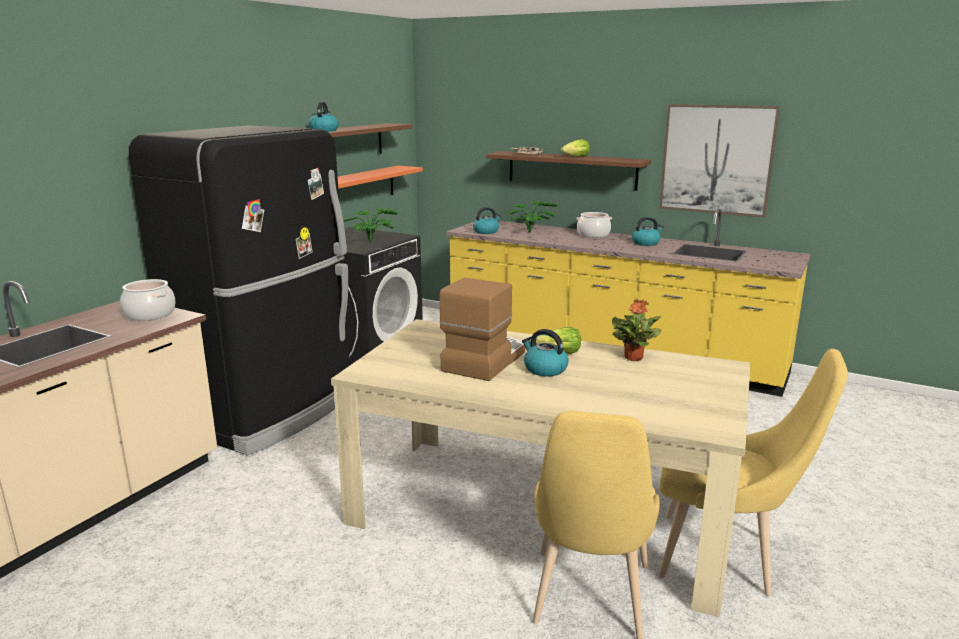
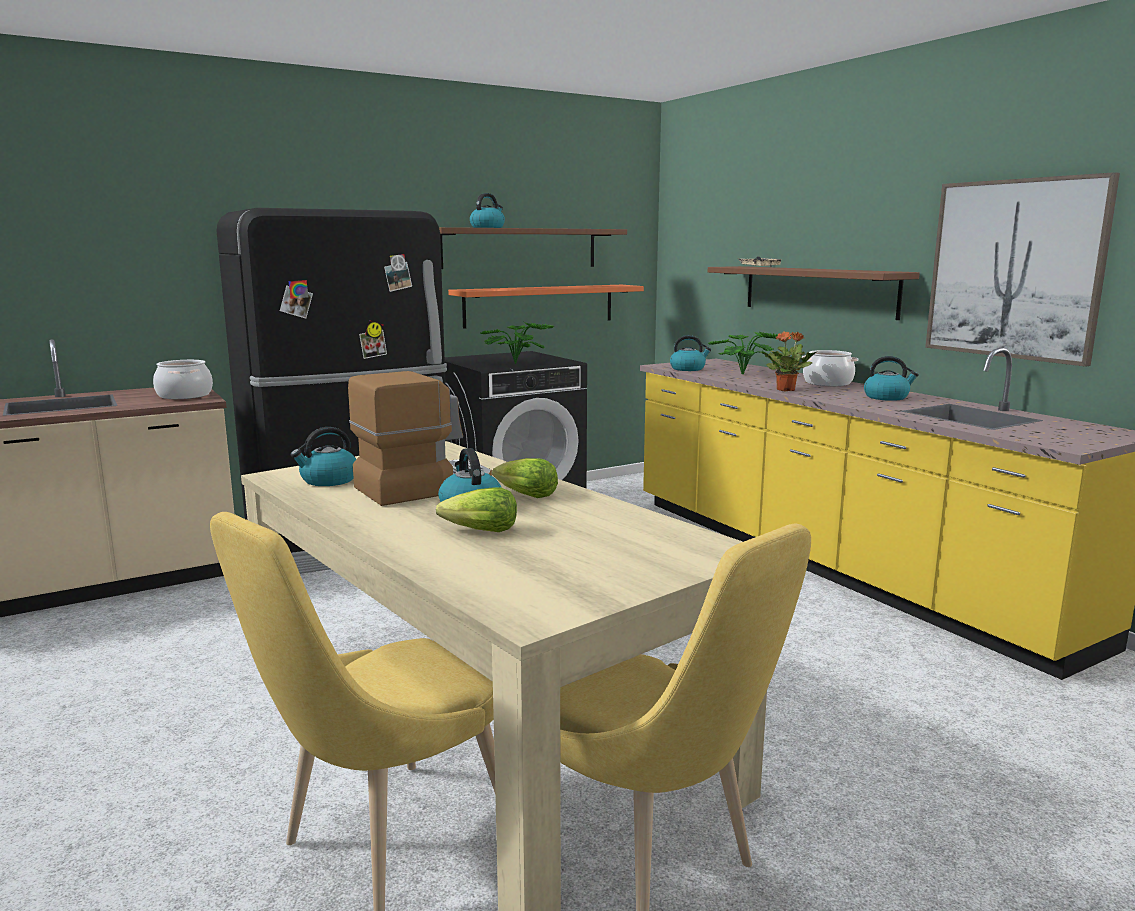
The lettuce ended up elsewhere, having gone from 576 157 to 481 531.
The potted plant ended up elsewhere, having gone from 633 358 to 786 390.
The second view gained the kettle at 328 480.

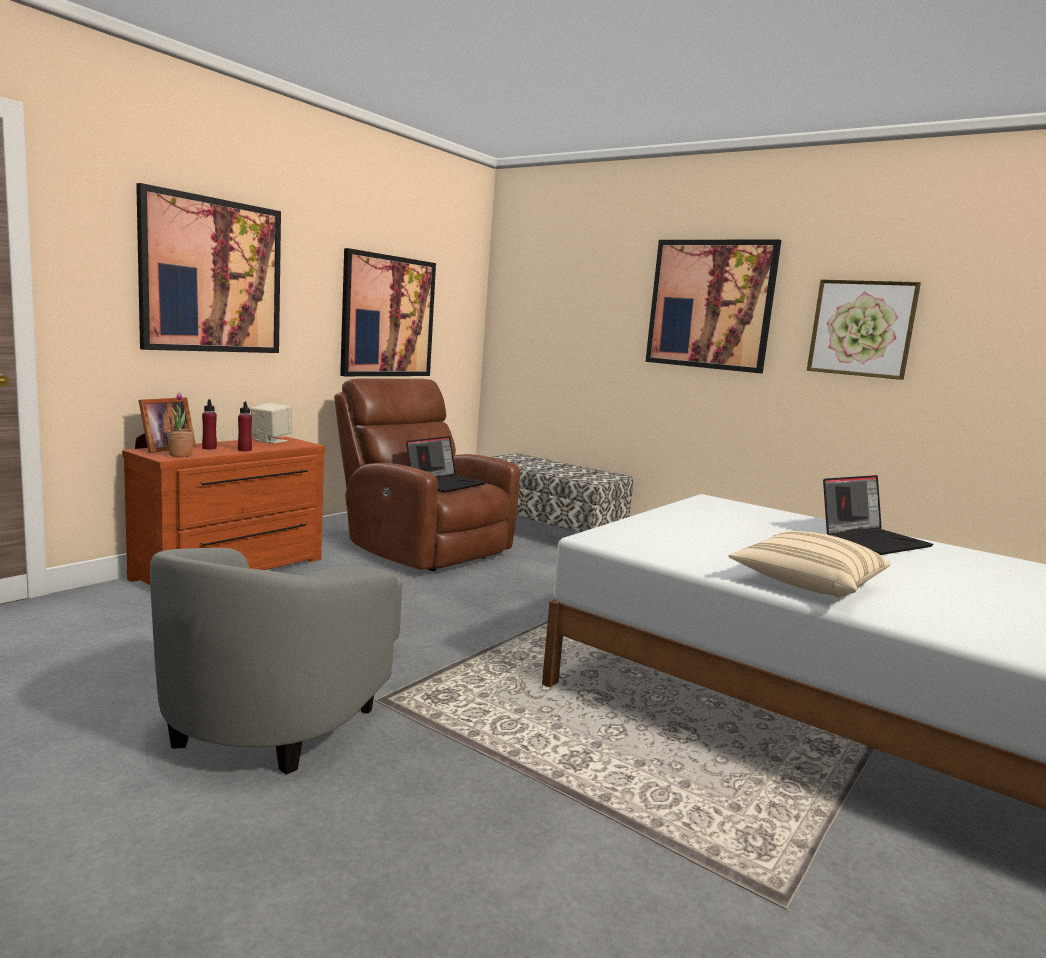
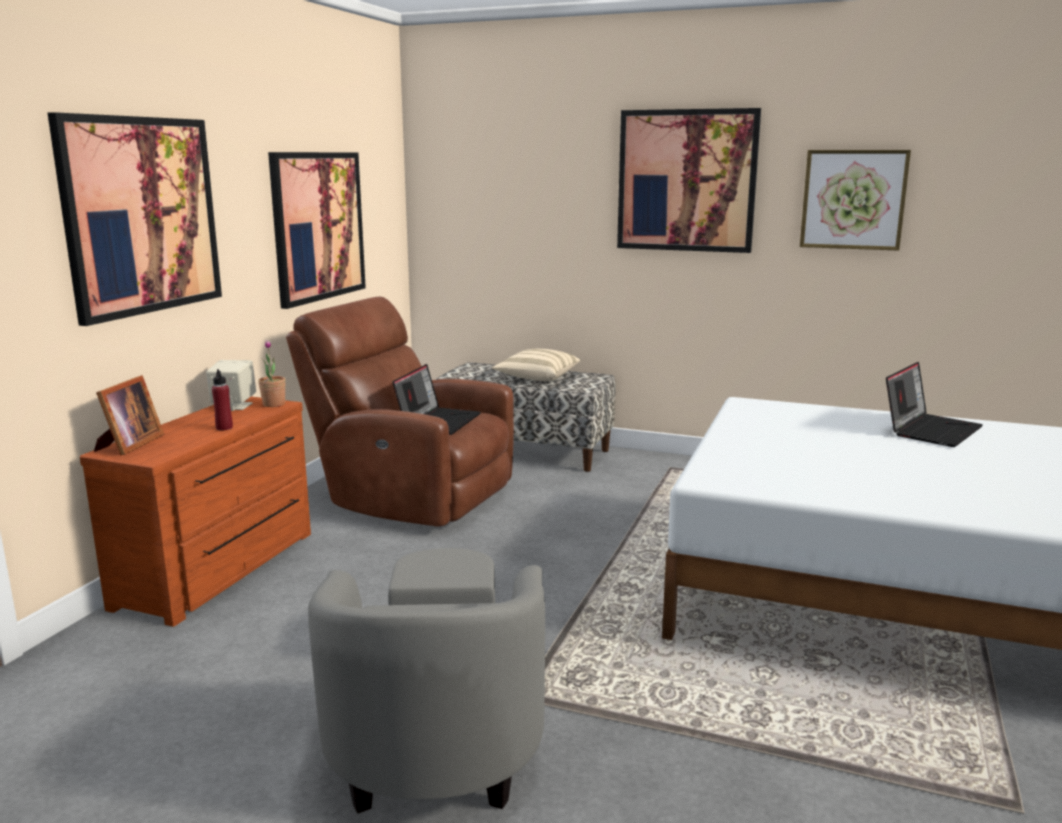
The potted plant ended up elsewhere, having gone from 180 455 to 274 404.
The second view lost the red bottle at 209 448.
The beige pillow ended up elsewhere, having gone from 806 584 to 536 378.

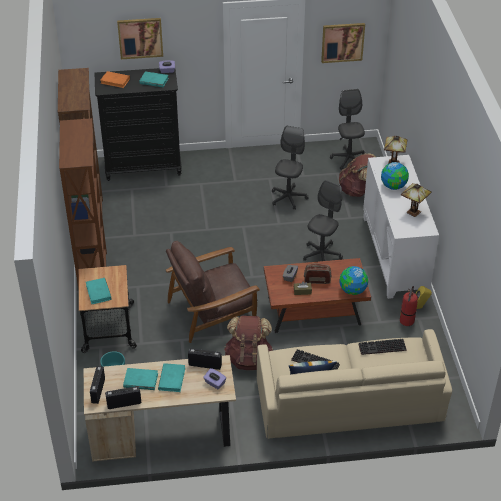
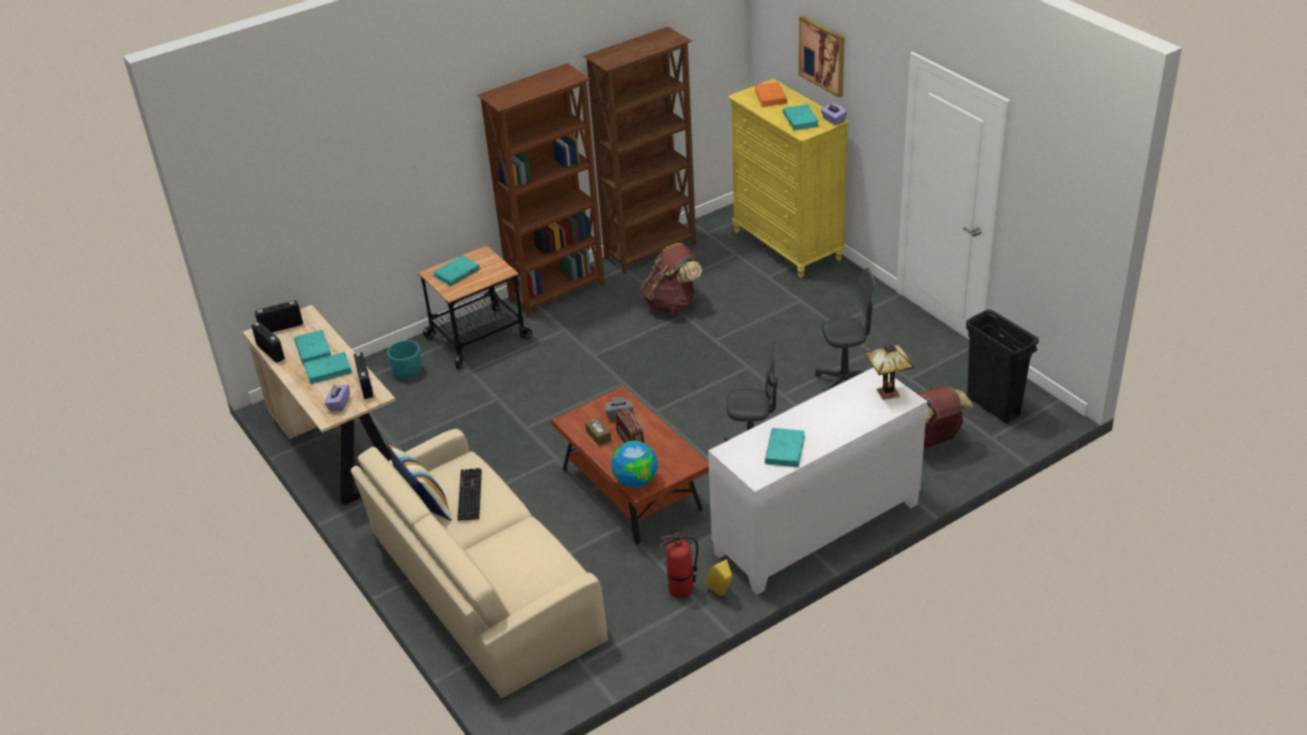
The second view lost the picture at 342 42.
What was the black dresser at 143 167 turned into the yellow dresser at 787 246.
Where the grey office chair stood at 348 159, the black trash can came to stand at 993 407.
The second view lost the globe at 393 186.
Where the table lamp stood at 413 213, the turquoise book came to stand at 785 450.
The second view lost the brown armchair at 212 311.
The brown backpack ended up elsewhere, having gone from 248 358 to 672 304.
The second view lost the keyboard at 381 348.

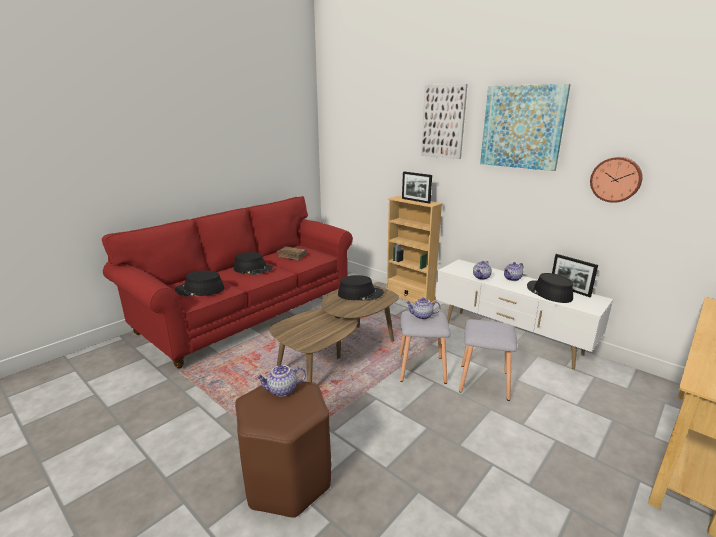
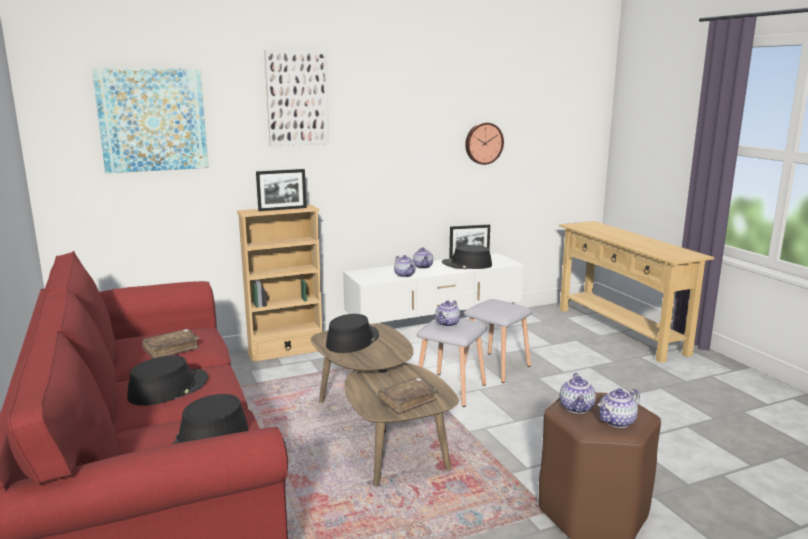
The picture ended up elsewhere, having gone from 522 127 to 152 120.
The second view gained the brown book at 407 401.
The second view gained the teapot at 617 422.

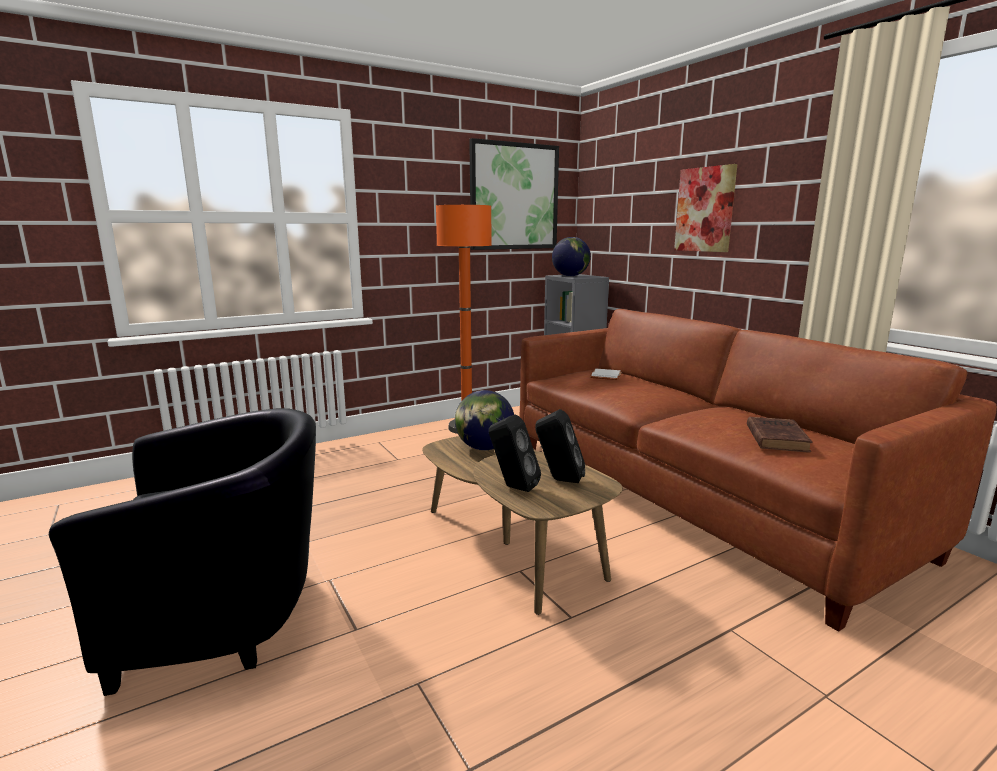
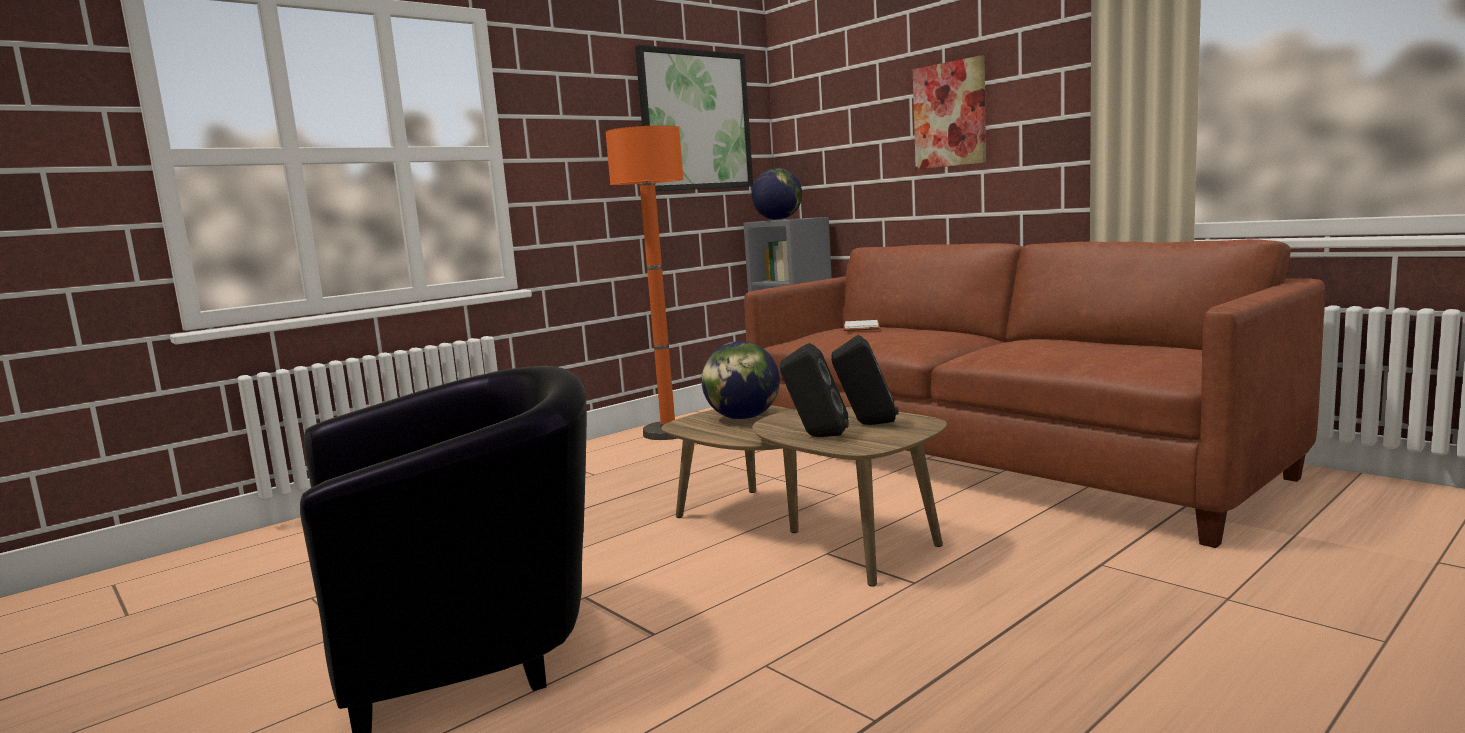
The second view lost the brown book at 776 438.

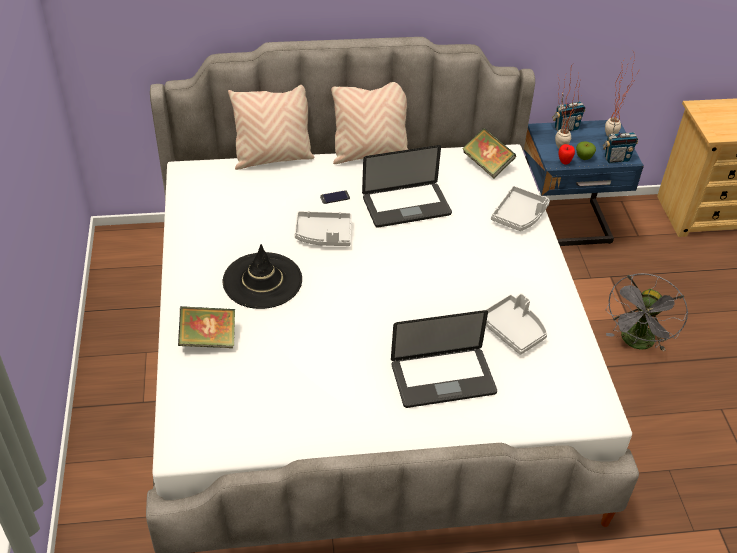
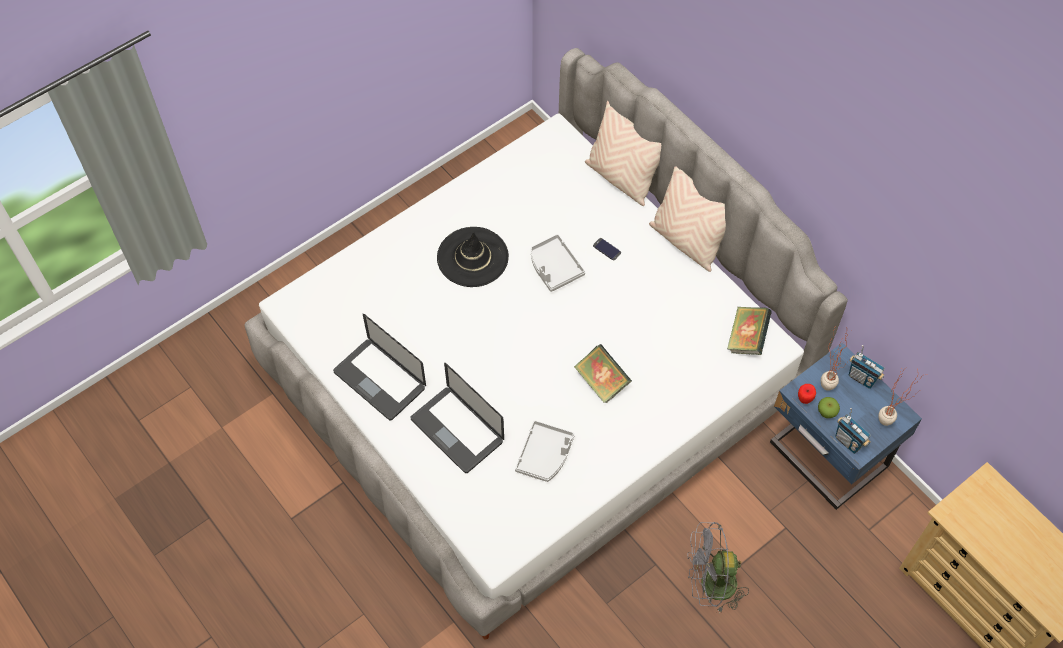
The laptop ended up elsewhere, having gone from 406 206 to 379 380.
The second view lost the grey tray at 519 215.
The book ended up elsewhere, having gone from 208 340 to 602 381.

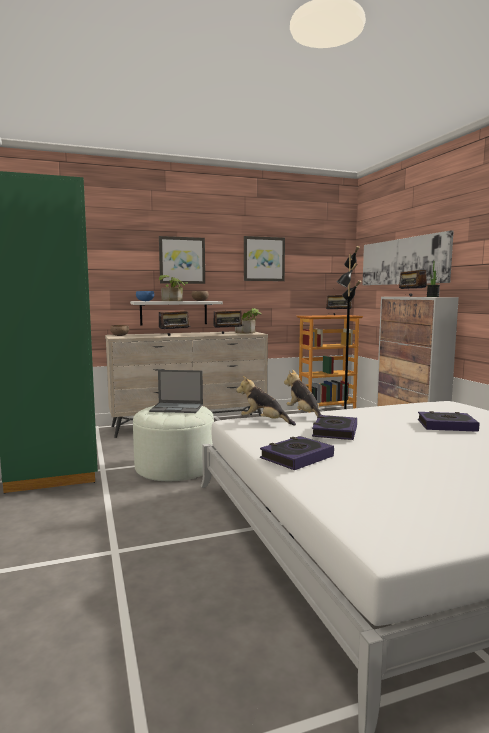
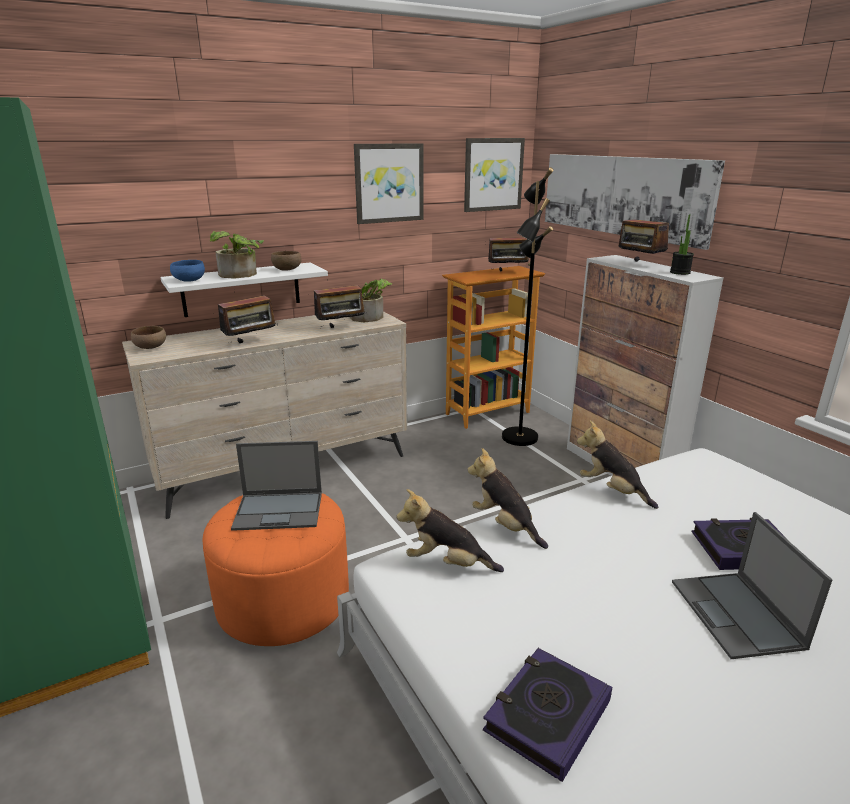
The picture ended up elsewhere, having gone from 182 260 to 493 174.
What was the white ottoman at 174 467 turned into the orange ottoman at 283 599.
The second view lost the book at 334 431.
The second view gained the plush toy at 612 490.
The second view gained the laptop at 737 615.

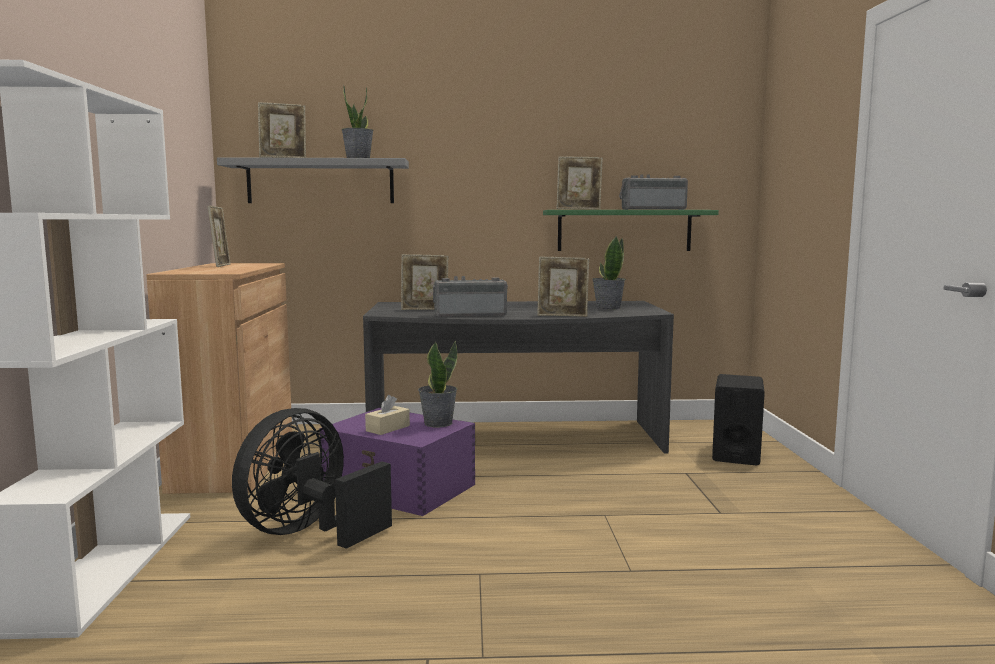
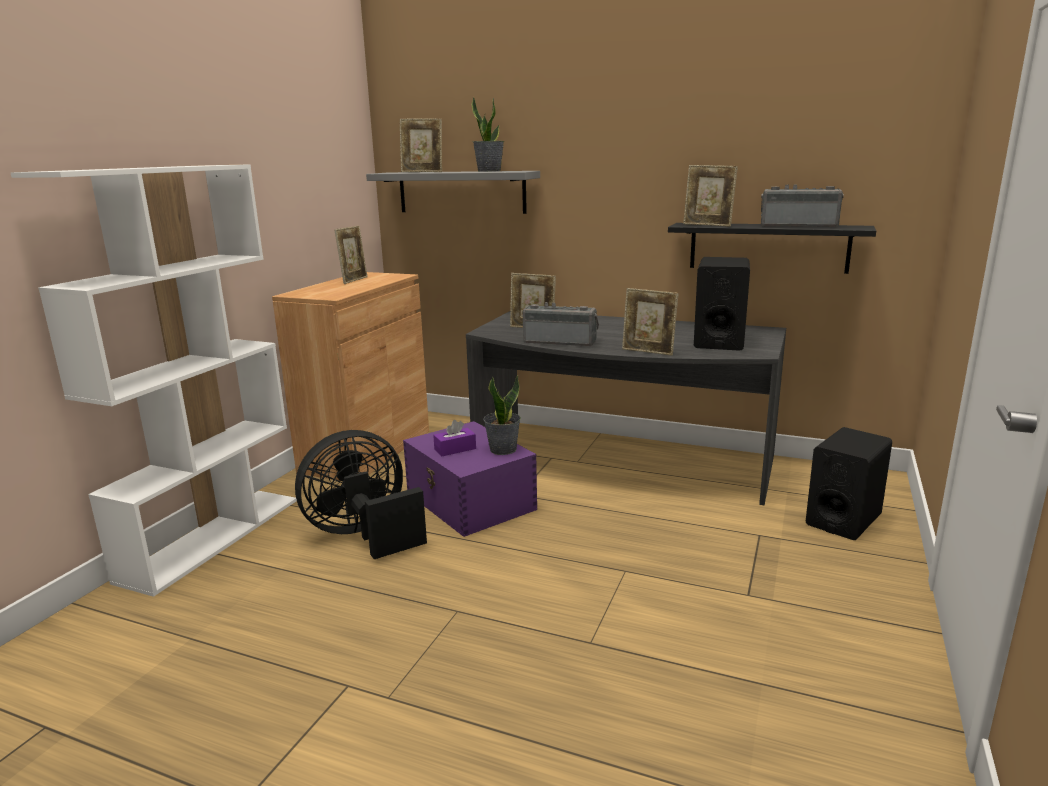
What was the green shelf at 624 230 turned into the black shelf at 768 247.
Where the potted plant stood at 608 308, the black speaker came to stand at 719 341.
What was the beige tissue box at 388 428 turned into the purple tissue box at 455 449.

